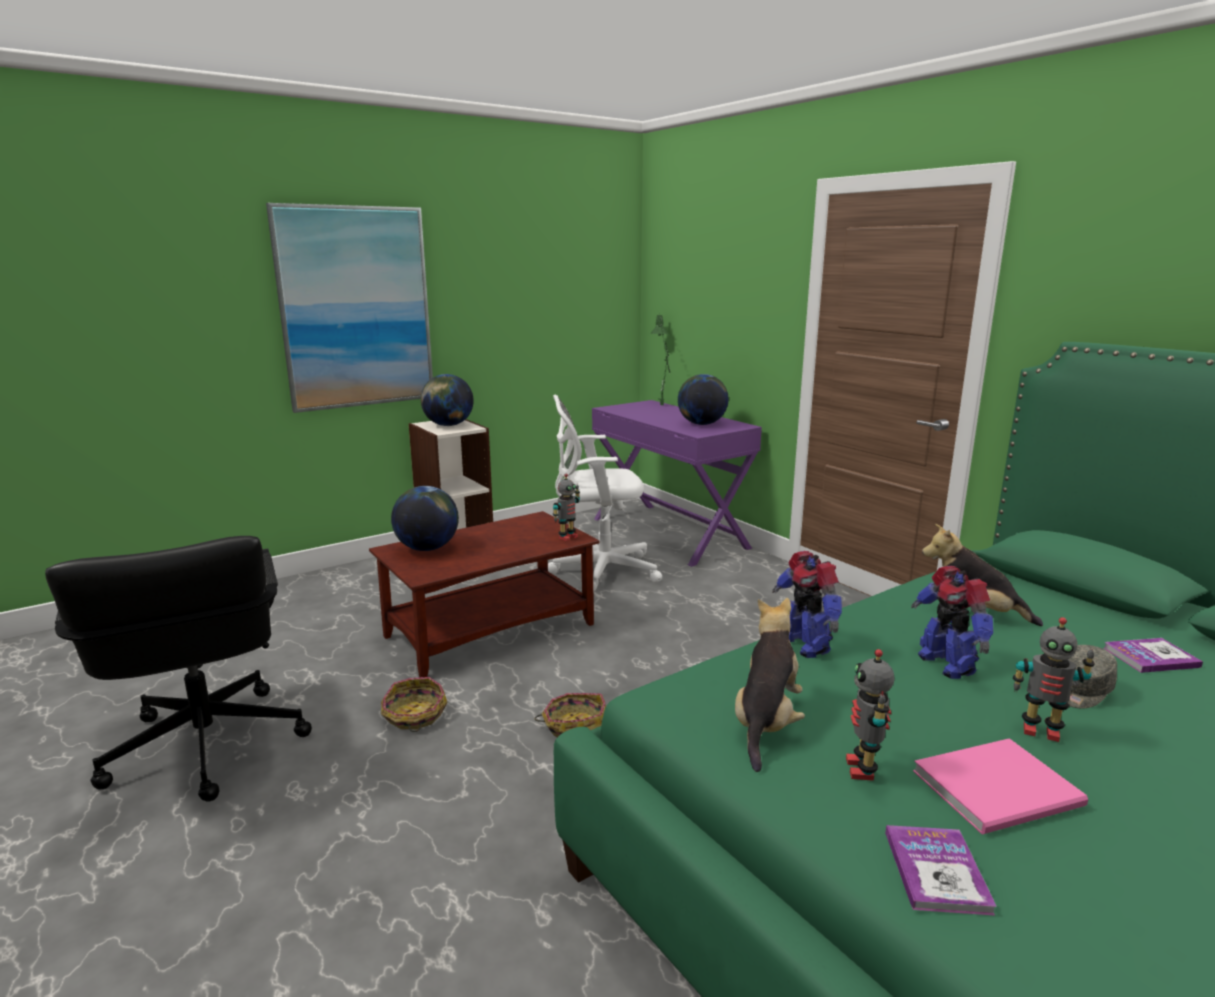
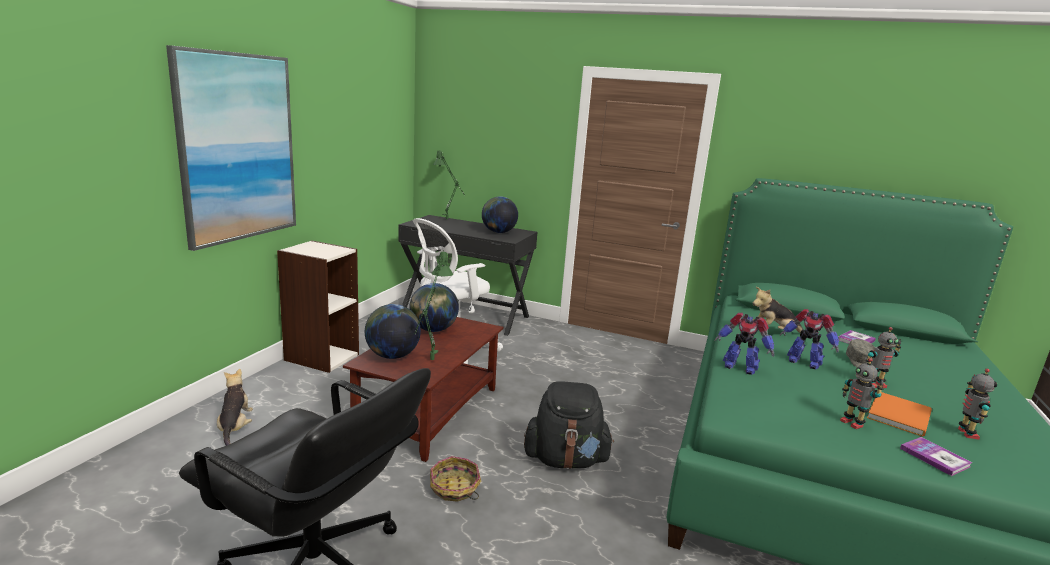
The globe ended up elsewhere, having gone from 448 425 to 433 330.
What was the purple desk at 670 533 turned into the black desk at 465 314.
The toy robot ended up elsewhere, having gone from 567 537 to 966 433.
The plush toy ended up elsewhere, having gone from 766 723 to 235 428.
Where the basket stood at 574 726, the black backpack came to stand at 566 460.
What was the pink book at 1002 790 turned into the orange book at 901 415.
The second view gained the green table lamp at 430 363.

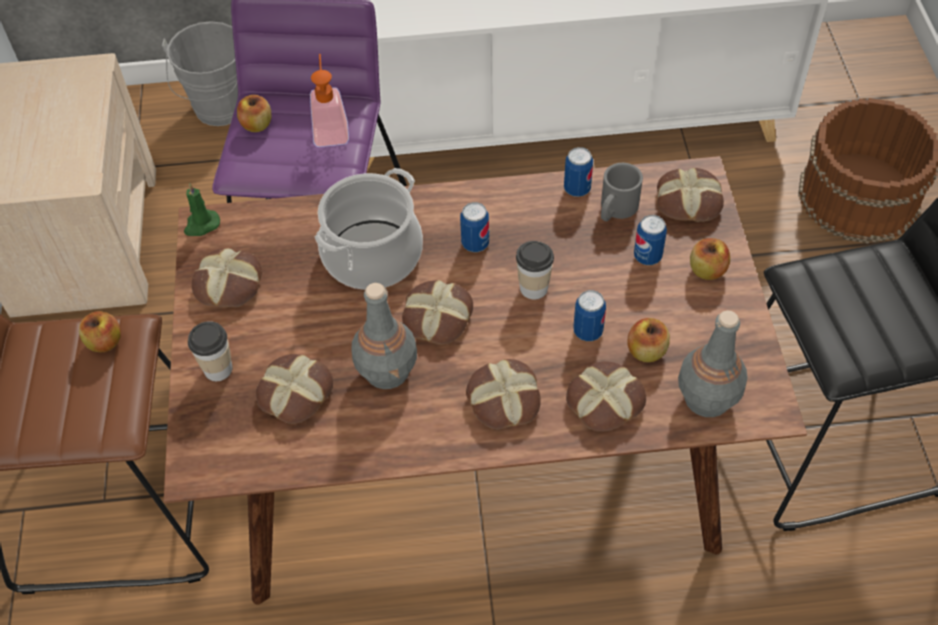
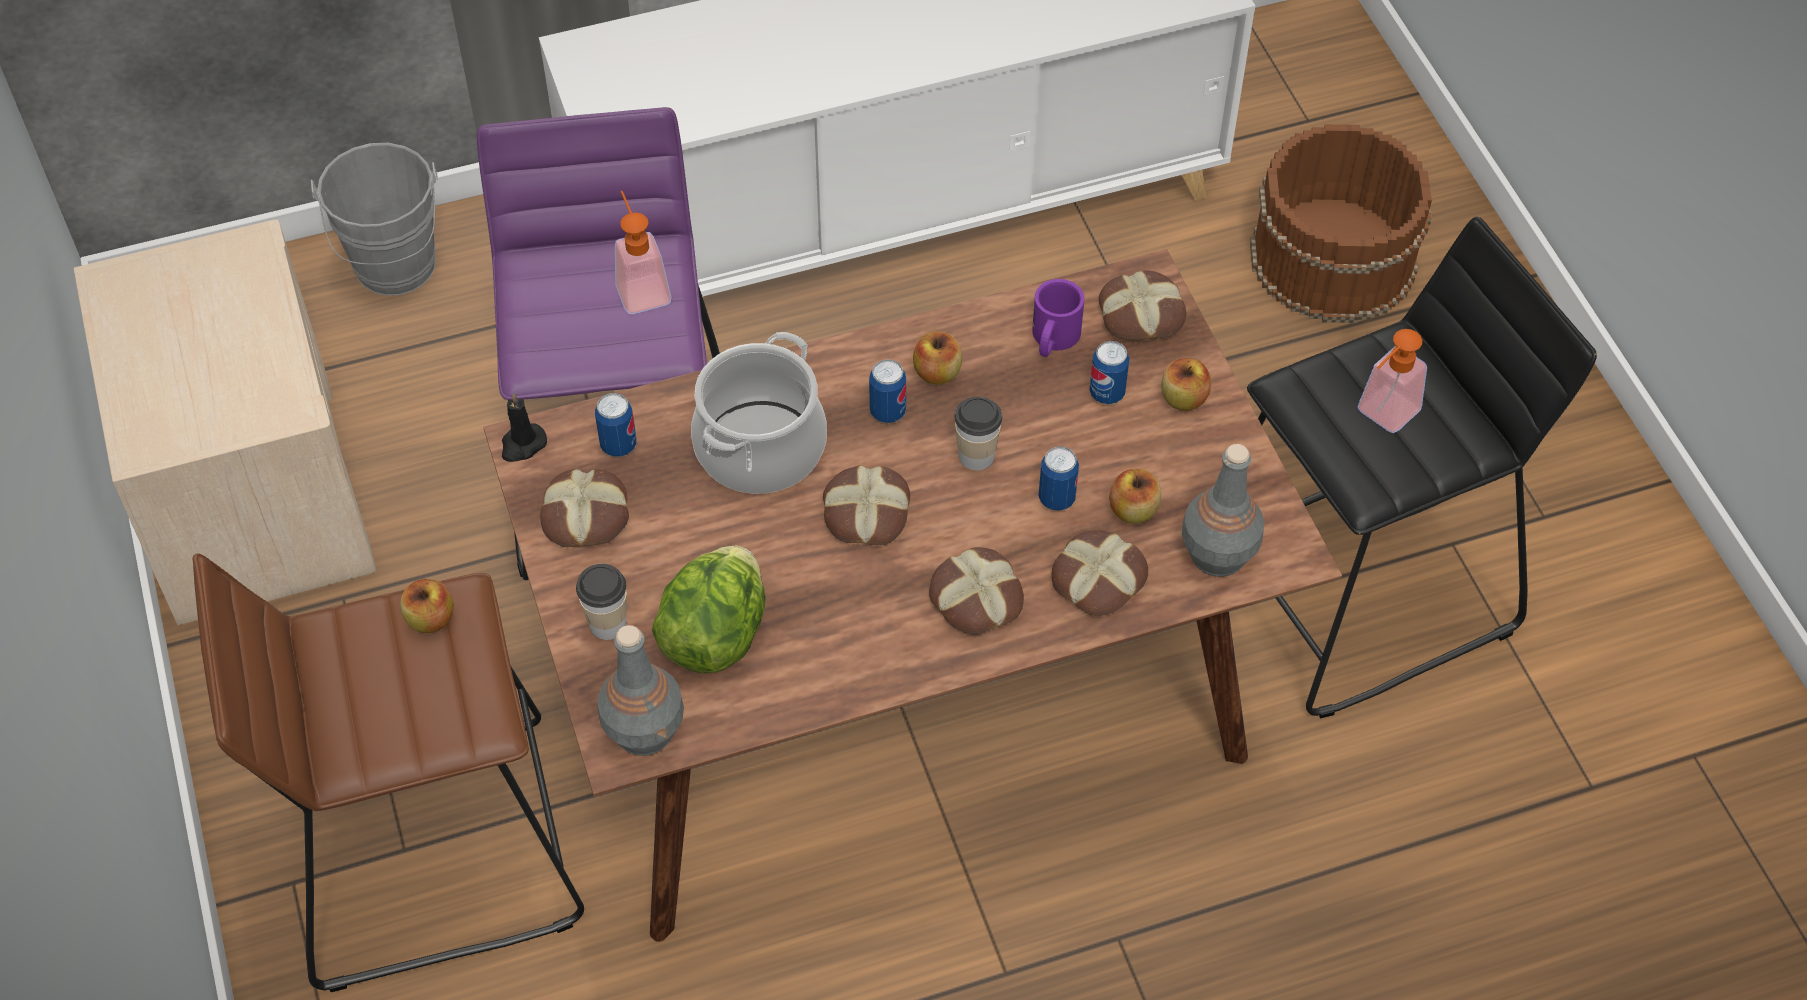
The apple ended up elsewhere, having gone from 257 125 to 937 373.
The can ended up elsewhere, having gone from 577 189 to 618 445.
What was the grey mug at 615 210 turned into the purple mug at 1053 340.
What was the green candle at 201 225 turned into the black candle at 522 445.
The grey bottle ended up elsewhere, having gone from 387 370 to 645 730.
Where the bread stood at 294 392, the lettuce came to stand at 715 635.
The second view gained the soap dispenser at 1381 416.

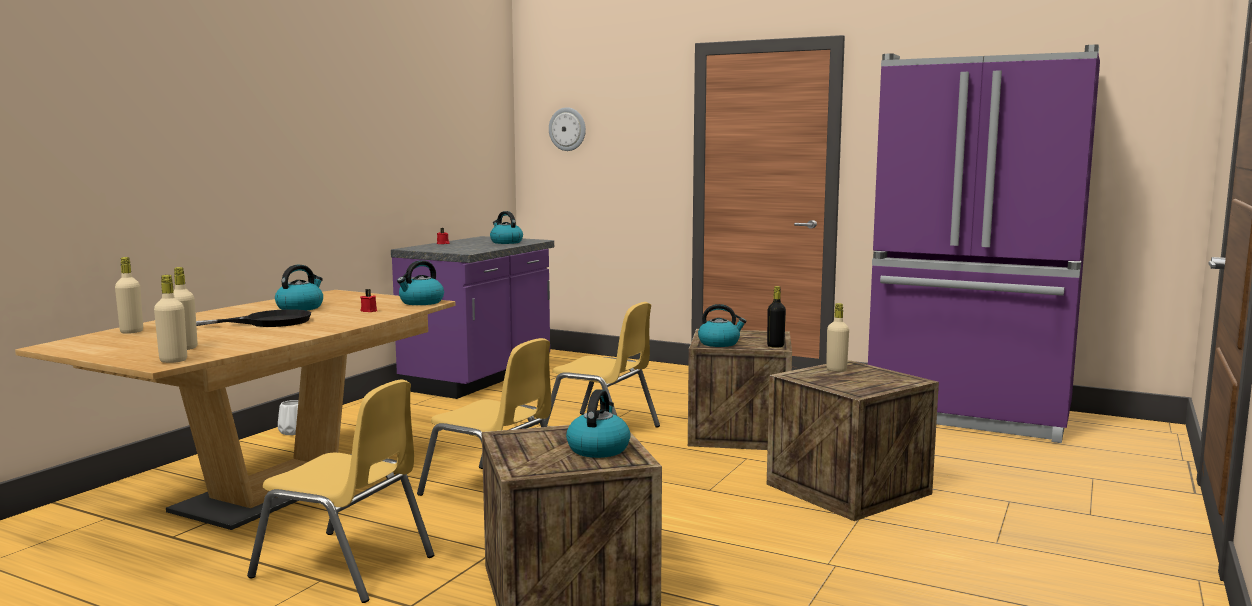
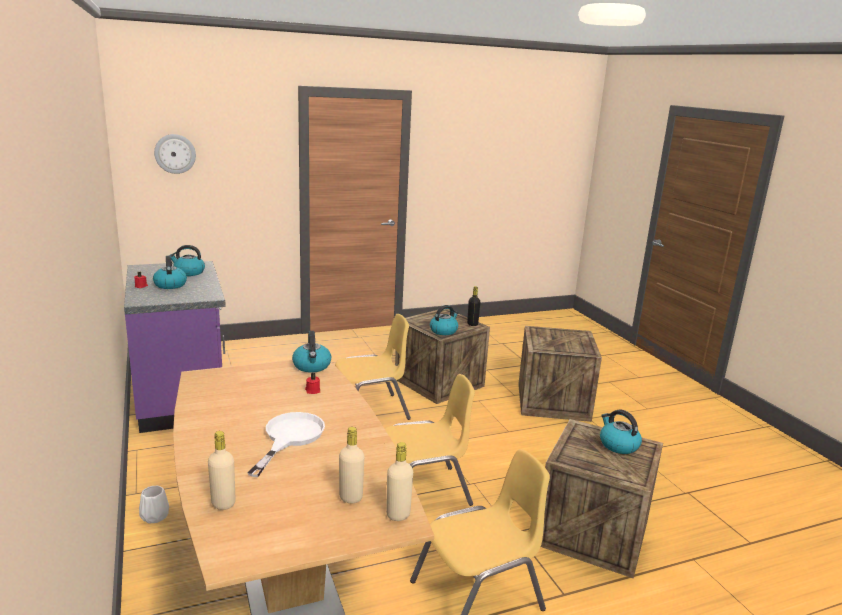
The second view lost the purple fridge at 969 416.
The kettle ended up elsewhere, having gone from 300 308 to 170 285.
The second view lost the beige bottle at 836 370.
What was the black frying pan at 265 322 turned into the white frying pan at 289 437.

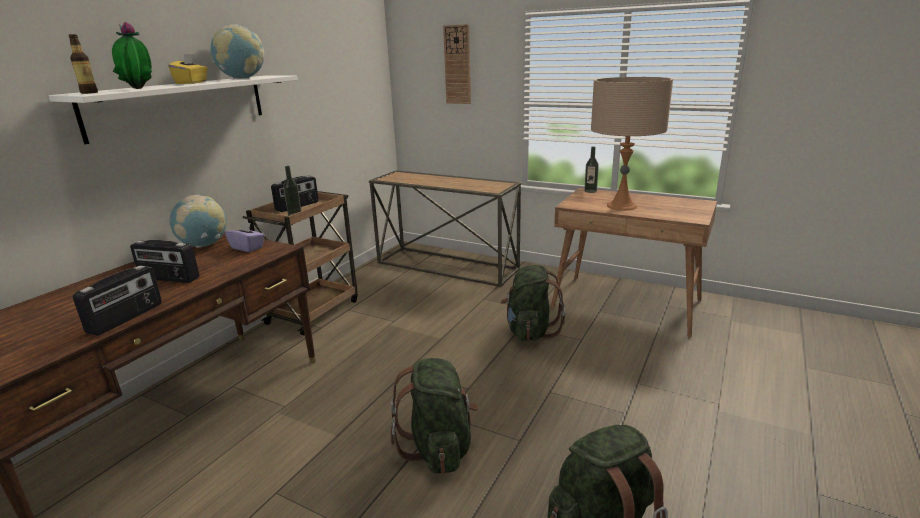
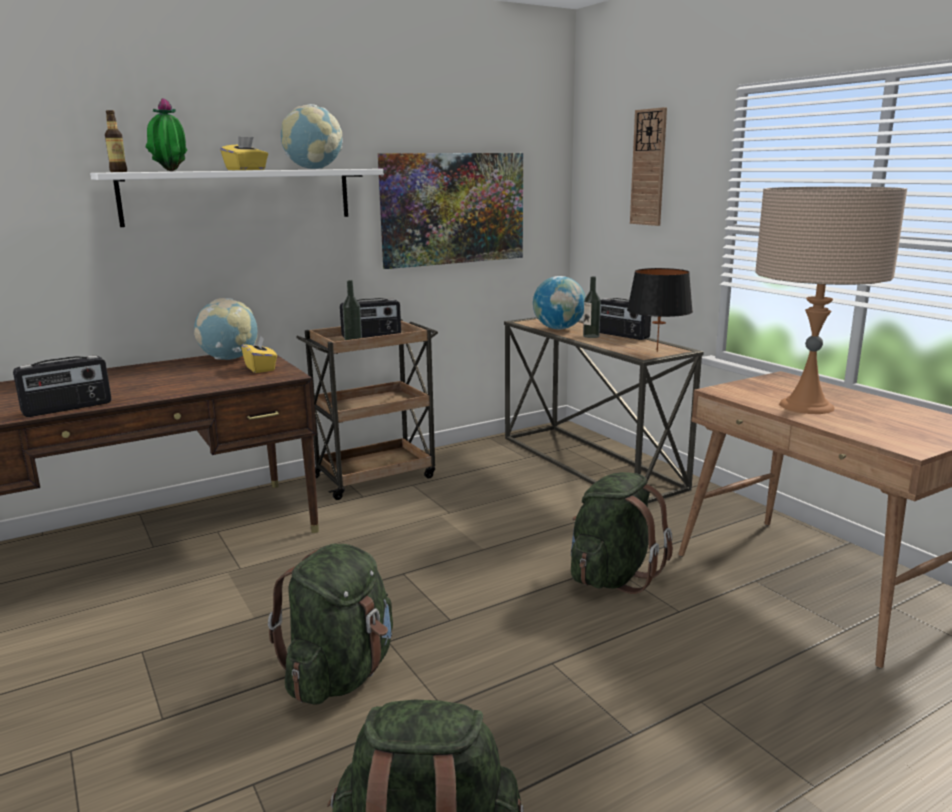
The bottle ended up elsewhere, having gone from 590 191 to 591 336.
What was the purple tissue box at 247 248 turned into the yellow tissue box at 261 368.
The radio ended up elsewhere, having gone from 169 278 to 621 335.
The second view gained the picture at 453 208.
The second view gained the black table lamp at 656 351.
The second view gained the globe at 558 328.

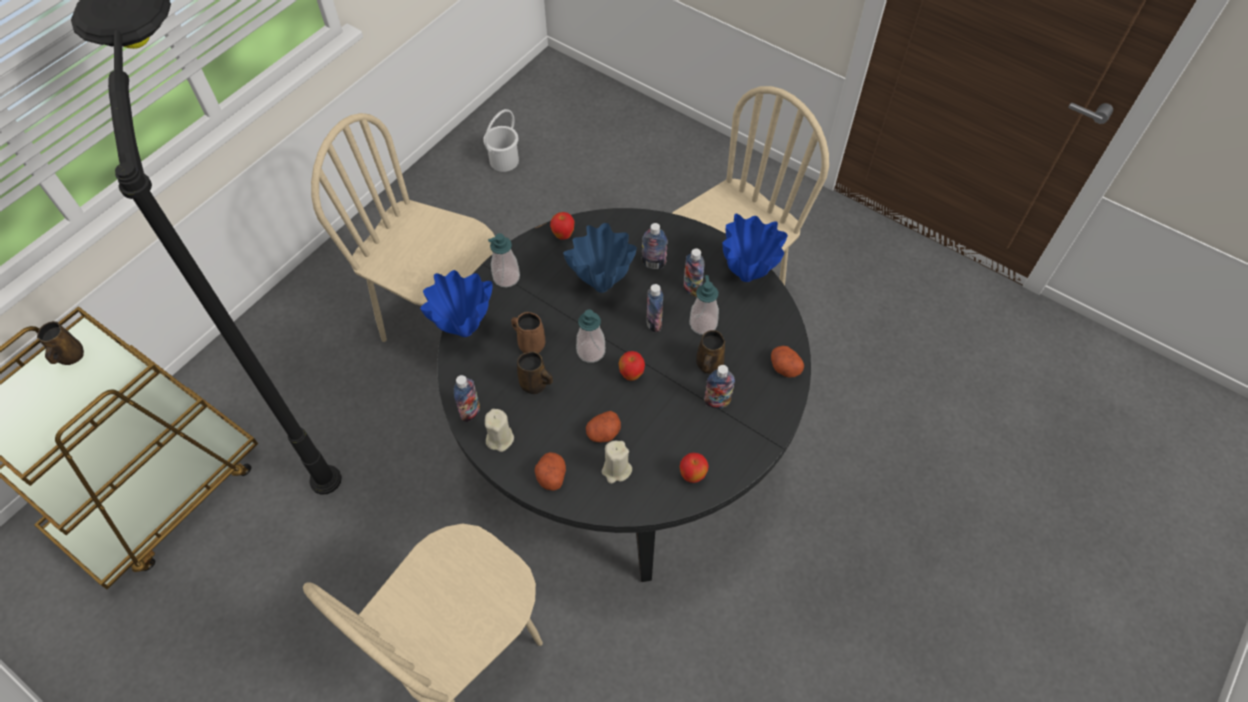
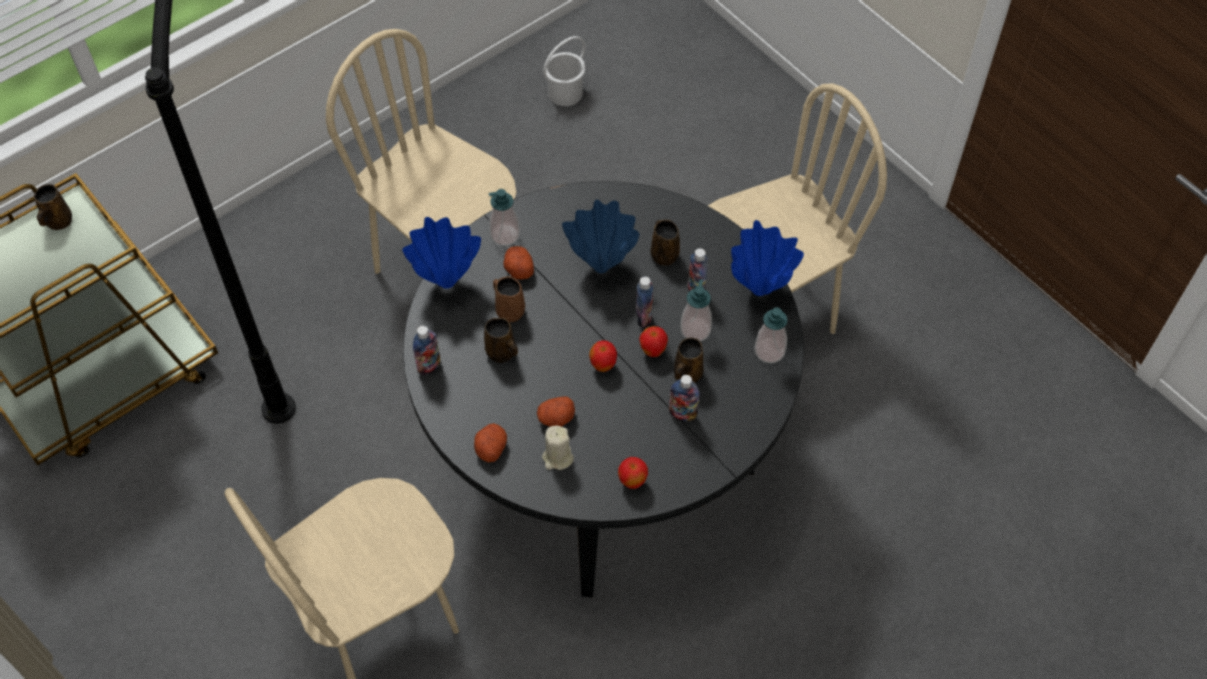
The apple ended up elsewhere, having gone from 563 235 to 653 351.
Where the bottle stood at 653 263, the brown mug came to stand at 664 254.
The soap dispenser ended up elsewhere, having gone from 591 351 to 769 351.
The potato ended up elsewhere, having gone from 784 367 to 518 268.
The second view lost the beige candle at 500 438.

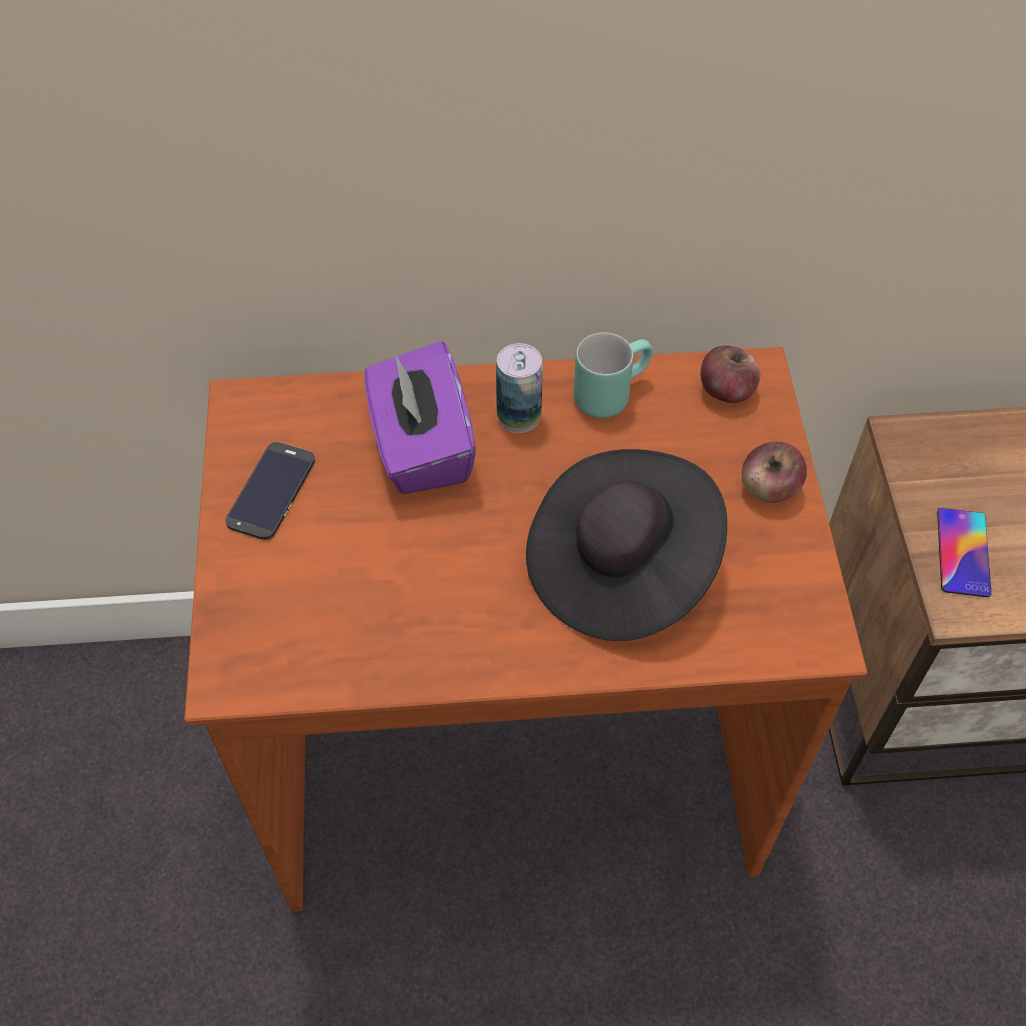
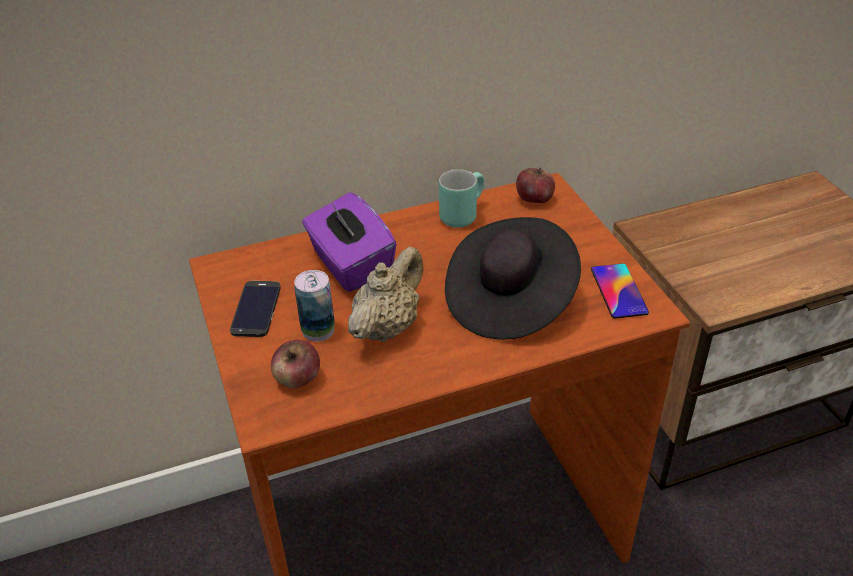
The can ended up elsewhere, having gone from 519 416 to 318 330.
The apple ended up elsewhere, having gone from 769 489 to 297 379.
The phone ended up elsewhere, having gone from 963 552 to 618 291.
The second view gained the beige teapot at 387 327.

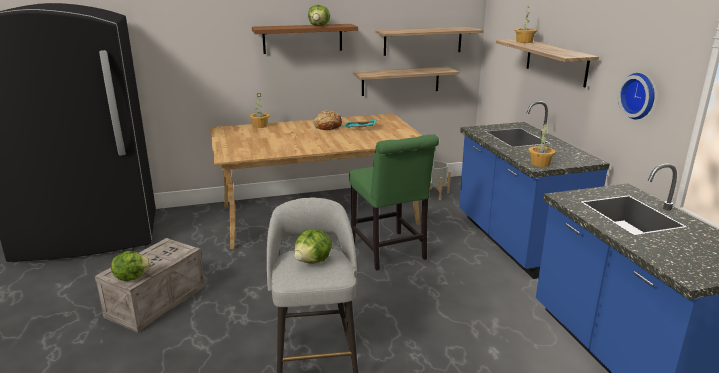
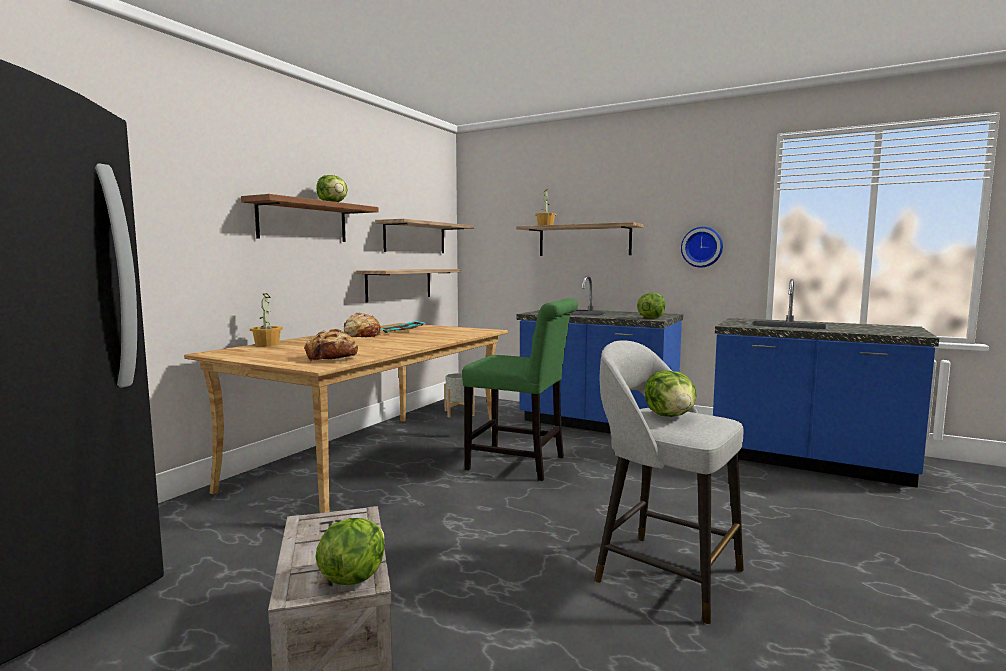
Where the potted plant stood at 539 163, the lettuce came to stand at 650 318.
The second view gained the bread at 333 358.

